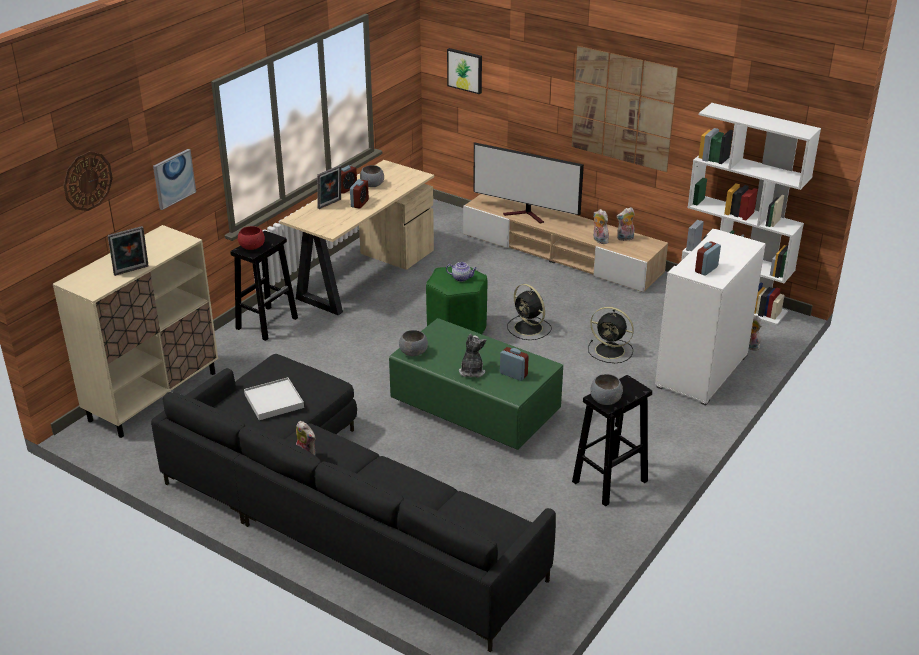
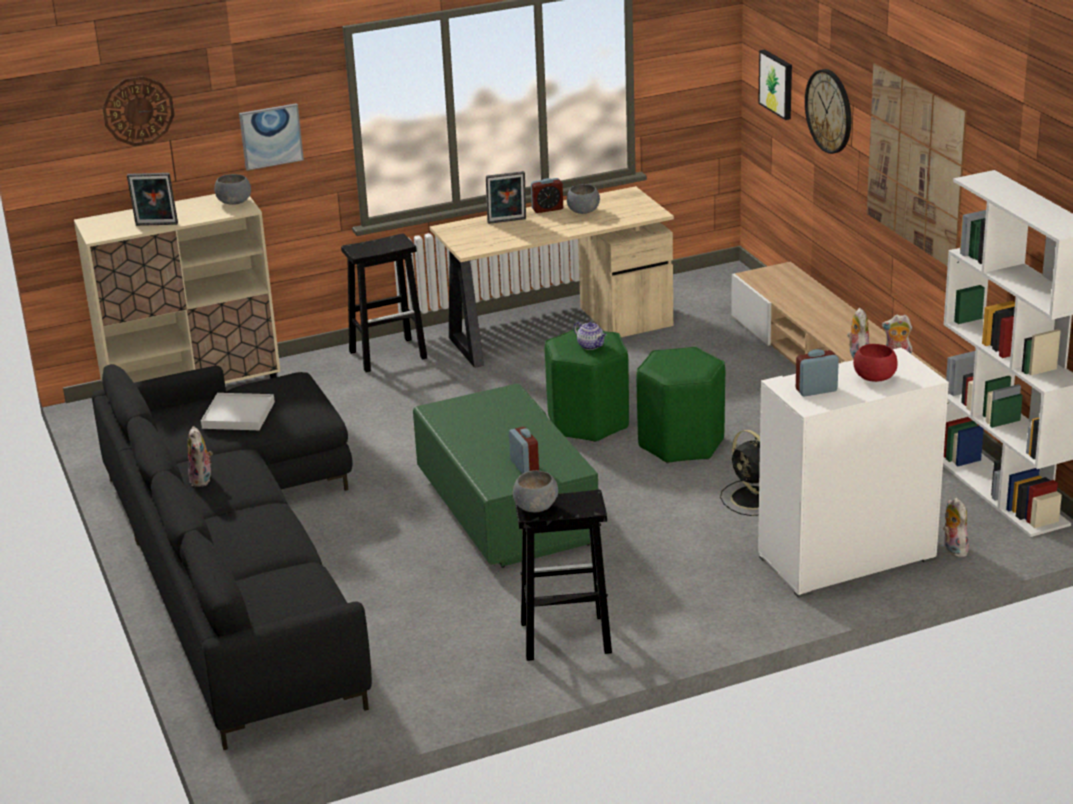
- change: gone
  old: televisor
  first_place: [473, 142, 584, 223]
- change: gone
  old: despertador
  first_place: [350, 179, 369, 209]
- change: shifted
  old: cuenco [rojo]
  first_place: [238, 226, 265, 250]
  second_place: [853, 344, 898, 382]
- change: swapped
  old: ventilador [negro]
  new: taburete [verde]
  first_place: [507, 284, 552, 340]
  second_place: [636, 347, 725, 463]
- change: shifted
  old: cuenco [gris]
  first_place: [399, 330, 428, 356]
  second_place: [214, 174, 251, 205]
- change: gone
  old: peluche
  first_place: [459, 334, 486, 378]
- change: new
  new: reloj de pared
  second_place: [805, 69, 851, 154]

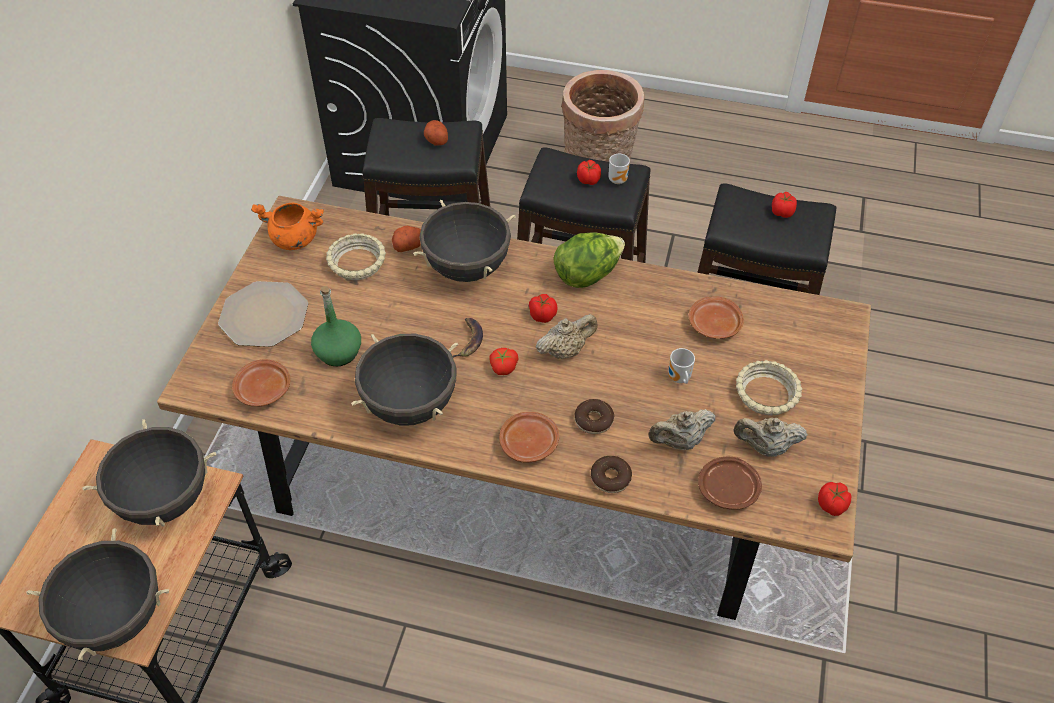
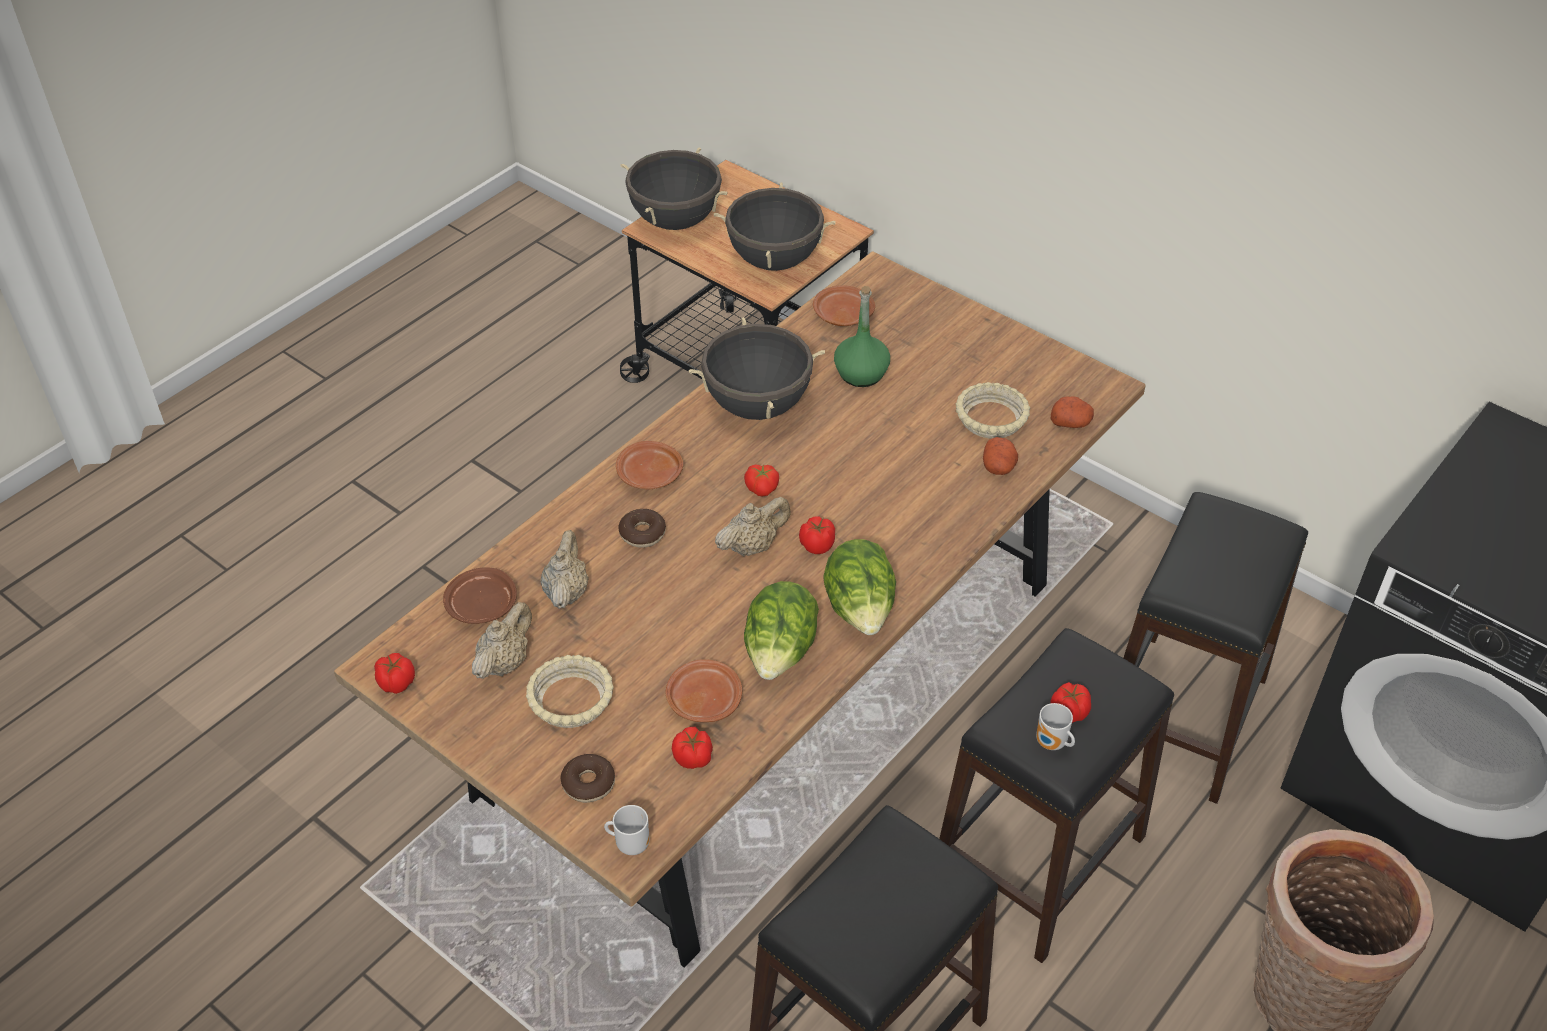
- change: shifted
  old: patata
  first_place: [424, 120, 448, 145]
  second_place: [1051, 396, 1094, 428]
- change: shifted
  old: tomate
  first_place: [772, 192, 797, 218]
  second_place: [672, 727, 713, 769]
- change: gone
  old: olla [negro]
  first_place: [413, 200, 516, 282]
- change: gone
  old: olla [naranja]
  first_place: [251, 203, 324, 250]
- change: gone
  old: plato
  first_place: [218, 281, 308, 347]
- change: rotated
  old: tetera [beis]
  first_place: [536, 314, 598, 359]
  second_place: [715, 497, 791, 557]
  degrees: -120
- change: gone
  old: plátano
  first_place: [452, 318, 483, 358]
- change: shifted
  old: taza grande
  first_place: [668, 348, 695, 384]
  second_place: [604, 805, 650, 855]
- change: shifted
  old: rosquilla
  first_place: [591, 456, 632, 493]
  second_place: [561, 754, 615, 803]
- change: new
  new: lechuga
  second_place: [744, 581, 819, 680]

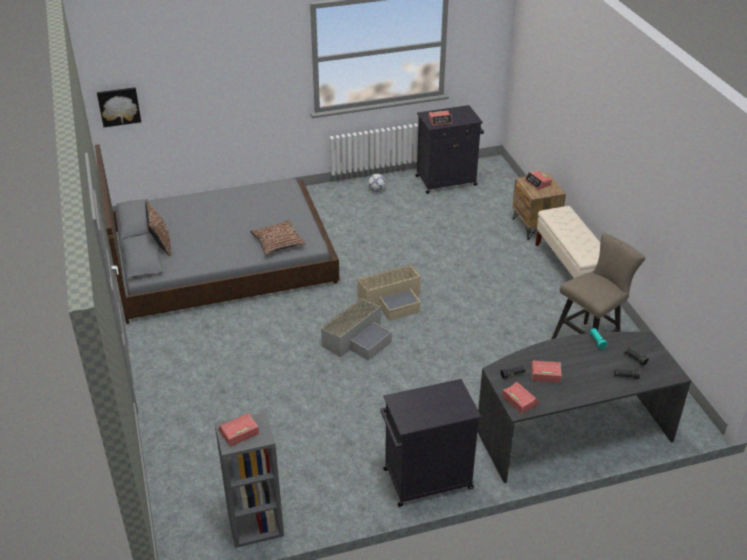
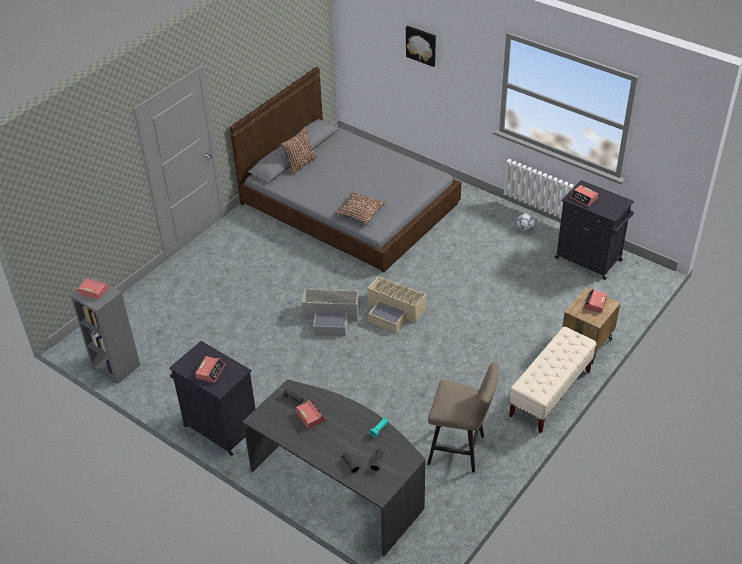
- change: shifted
  old: cuadro
  first_place: [97, 87, 141, 127]
  second_place: [406, 26, 436, 67]
- change: shifted
  old: despertador
  first_place: [502, 381, 540, 414]
  second_place: [195, 356, 225, 383]

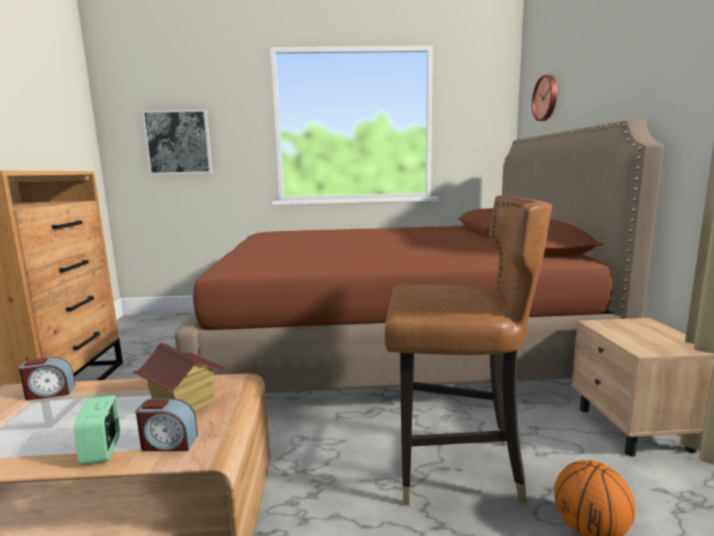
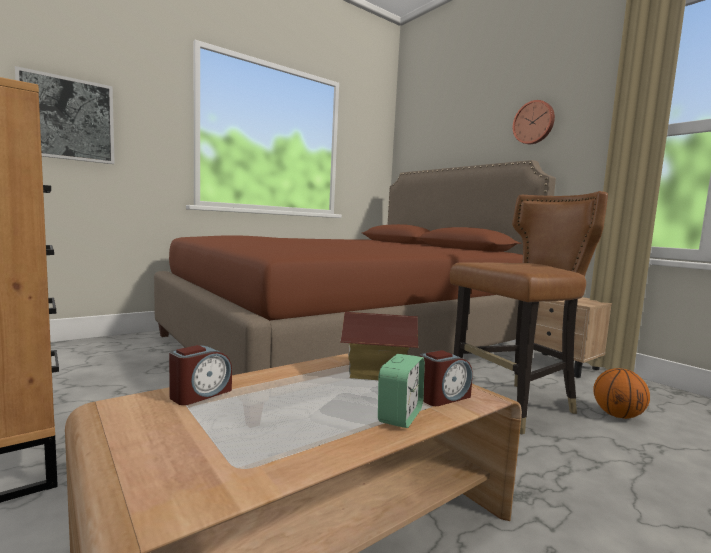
- change: shifted
  old: reloj de pared
  first_place: [532, 75, 557, 121]
  second_place: [513, 100, 555, 144]
- change: rotated
  old: despertador
  first_place: [74, 395, 120, 465]
  second_place: [378, 354, 425, 428]
  degrees: -105

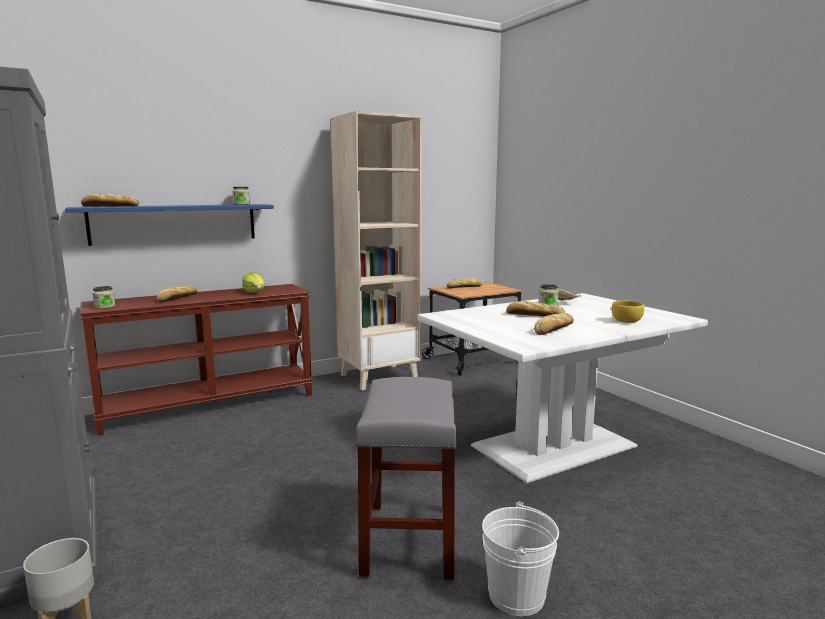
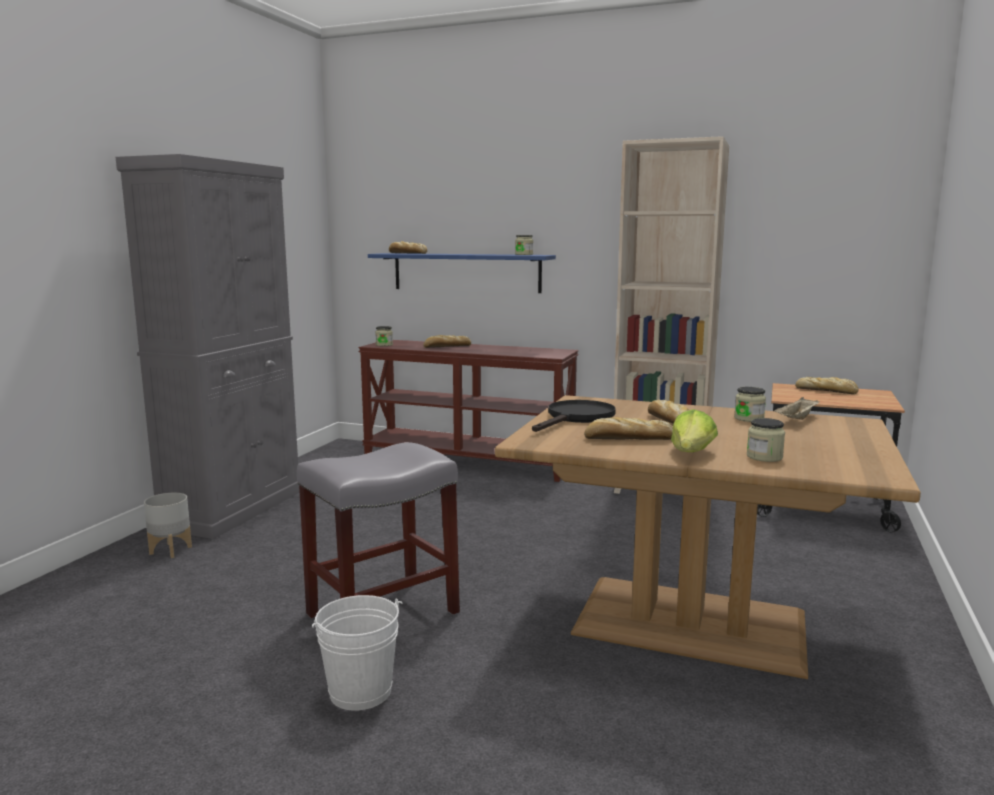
- change: shifted
  old: lechuga
  first_place: [242, 272, 265, 293]
  second_place: [671, 409, 718, 452]
- change: repainted
  old: mesa de comedor [blanco]
  new: mesa de comedor [marrón]
  first_place: [418, 293, 708, 483]
  second_place: [495, 395, 921, 679]
- change: swapped
  old: cuenco [amarillo]
  new: tarro
  first_place: [611, 300, 644, 323]
  second_place: [747, 418, 785, 462]
- change: new
  new: sartén [negro]
  second_place: [532, 400, 616, 432]

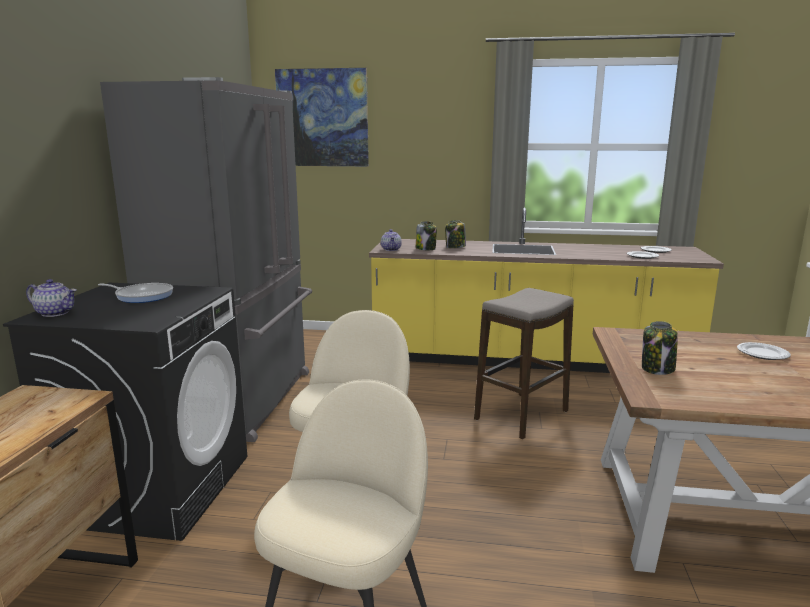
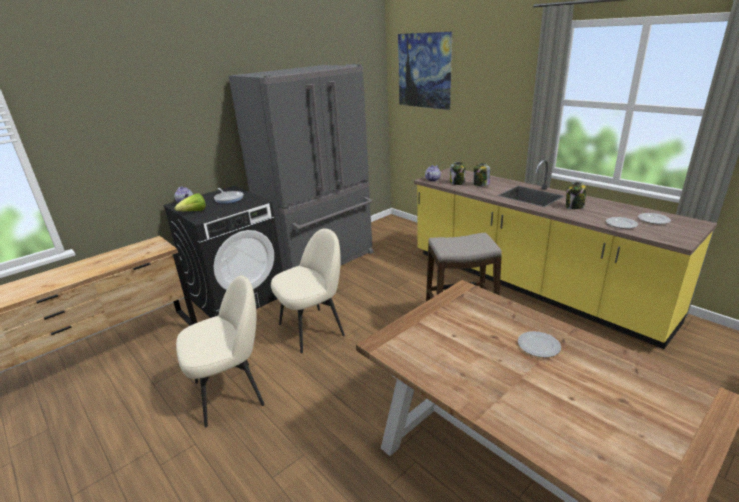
- change: shifted
  old: tarro
  first_place: [642, 321, 678, 375]
  second_place: [566, 182, 586, 209]
- change: new
  new: lechuga
  second_place: [174, 193, 206, 211]

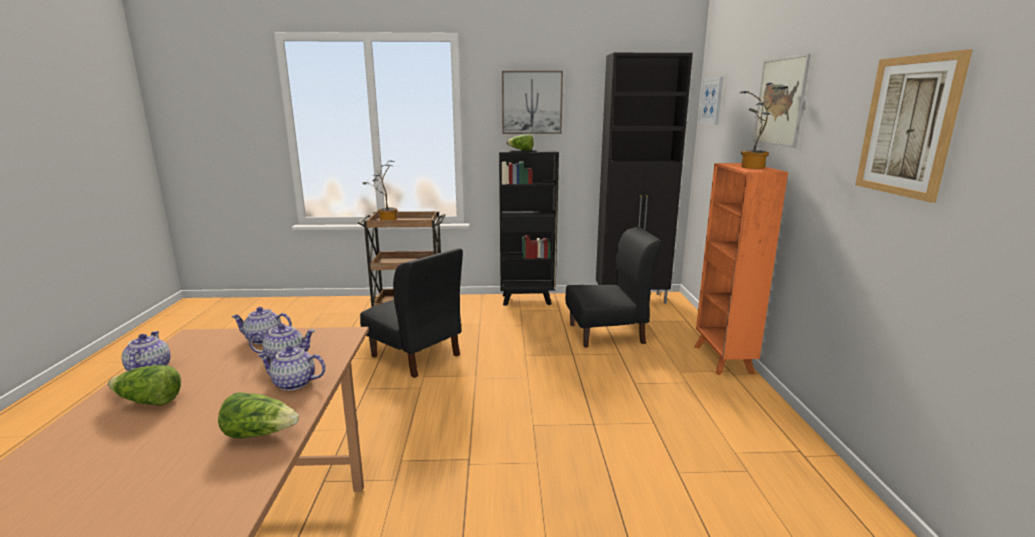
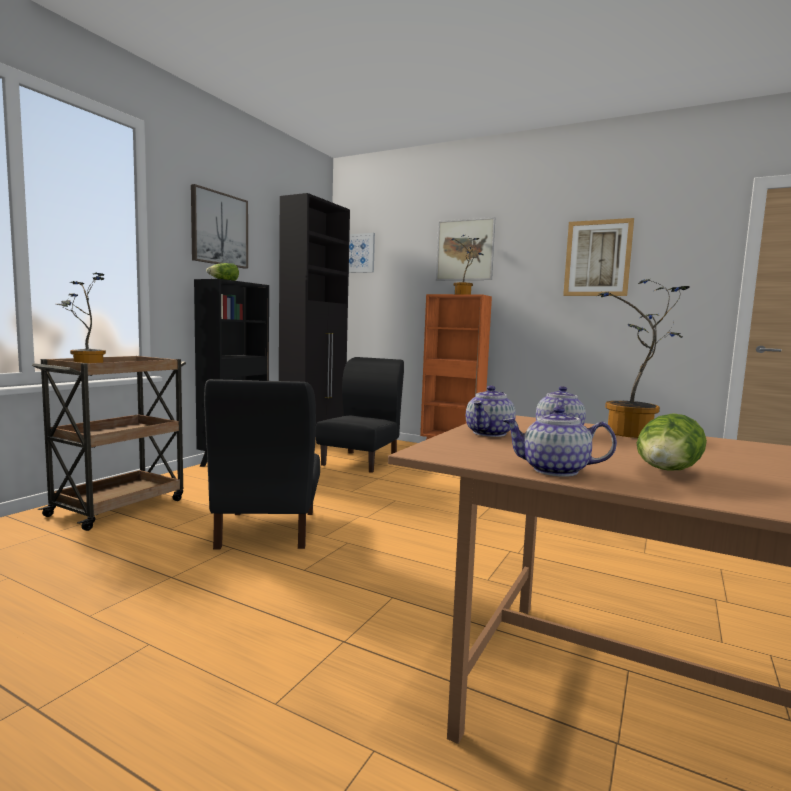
- change: rotated
  old: silla [negro]
  first_place: [360, 248, 463, 378]
  second_place: [204, 379, 320, 550]
  degrees: 105
- change: swapped
  old: tetera
  new: planta en maceta
  first_place: [258, 346, 326, 391]
  second_place: [596, 279, 690, 438]
- change: gone
  old: lechuga
  first_place: [218, 392, 299, 439]

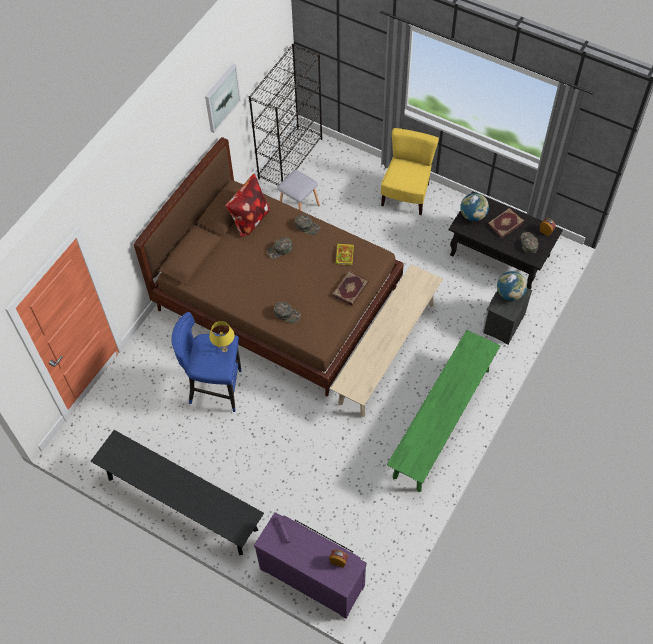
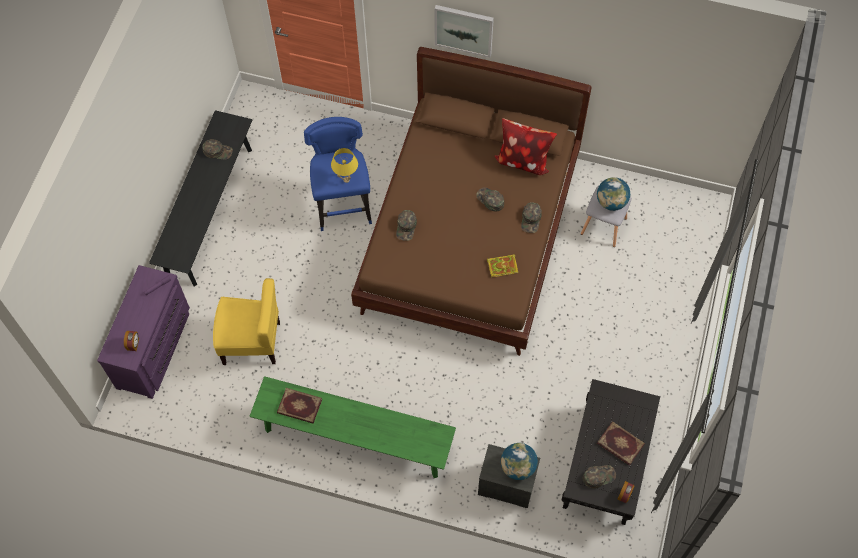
- change: gone
  old: estantería [negro]
  first_place: [249, 44, 322, 185]
- change: shifted
  old: cuadro
  first_place: [205, 64, 241, 133]
  second_place: [435, 5, 494, 58]
- change: shifted
  old: silla [amarillo]
  first_place: [381, 128, 439, 215]
  second_place: [213, 278, 280, 365]
- change: shifted
  old: globo terráqueo
  first_place: [460, 193, 489, 221]
  second_place: [597, 177, 630, 211]
- change: gone
  old: banco [beis]
  first_place: [330, 264, 443, 417]
- change: shifted
  old: libro
  first_place: [333, 271, 369, 305]
  second_place: [277, 388, 322, 423]
- change: new
  new: gorra [verde]
  second_place: [202, 139, 233, 160]

